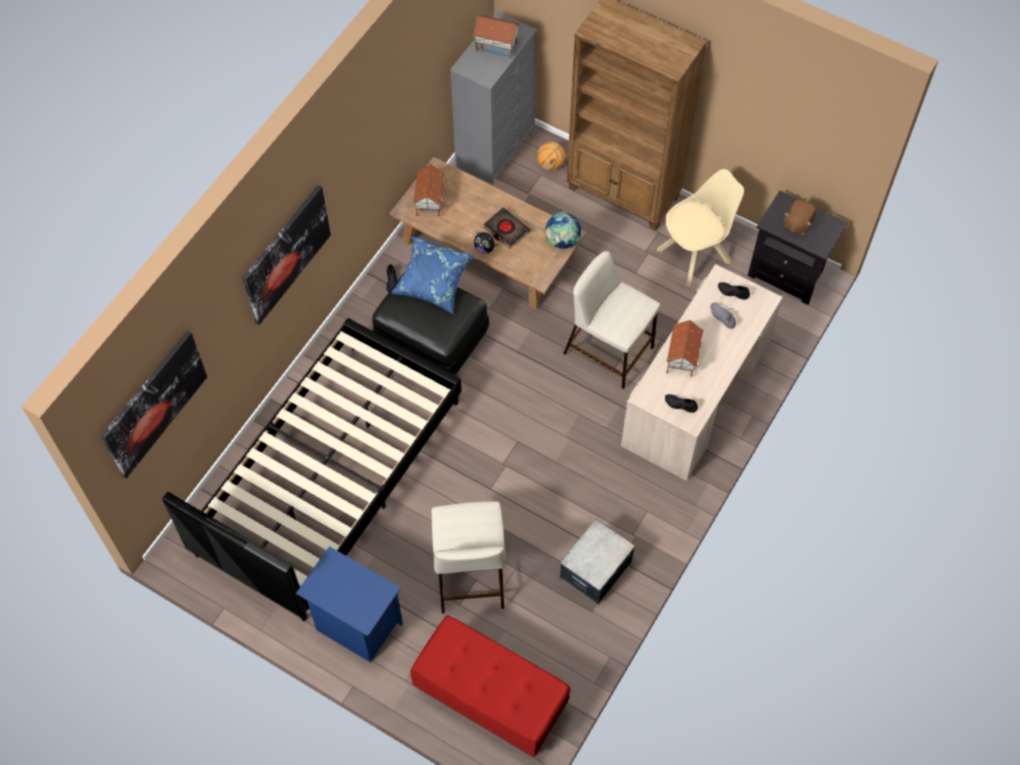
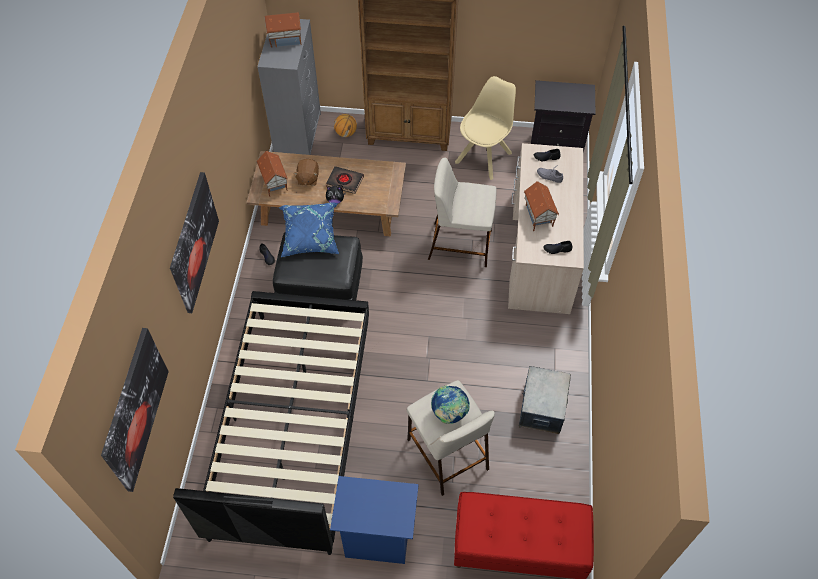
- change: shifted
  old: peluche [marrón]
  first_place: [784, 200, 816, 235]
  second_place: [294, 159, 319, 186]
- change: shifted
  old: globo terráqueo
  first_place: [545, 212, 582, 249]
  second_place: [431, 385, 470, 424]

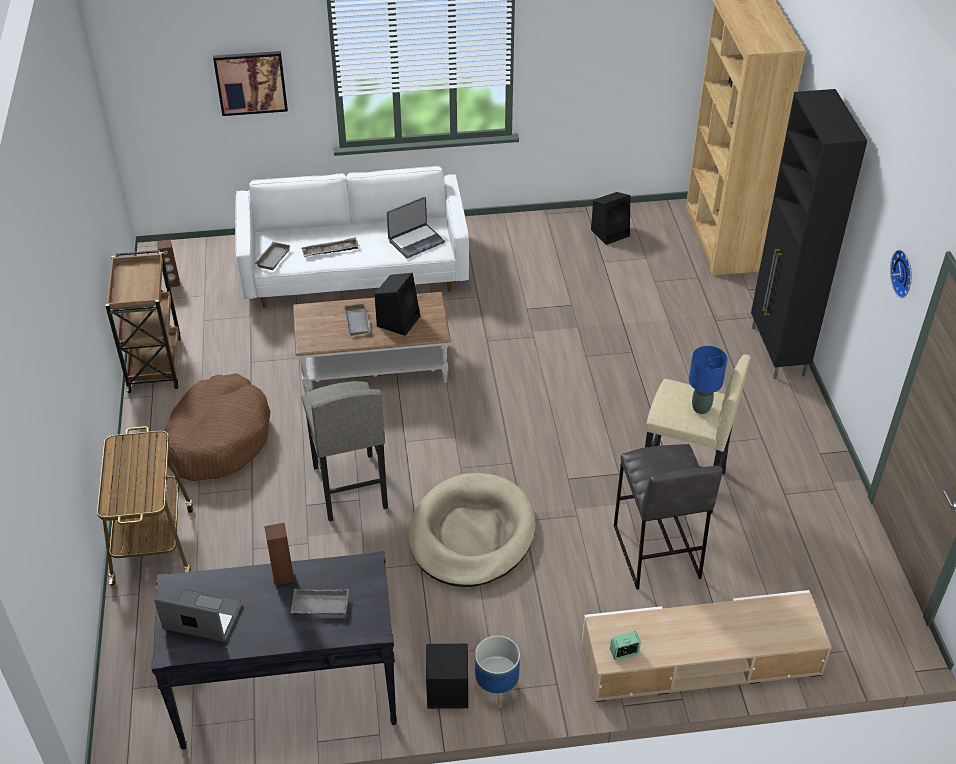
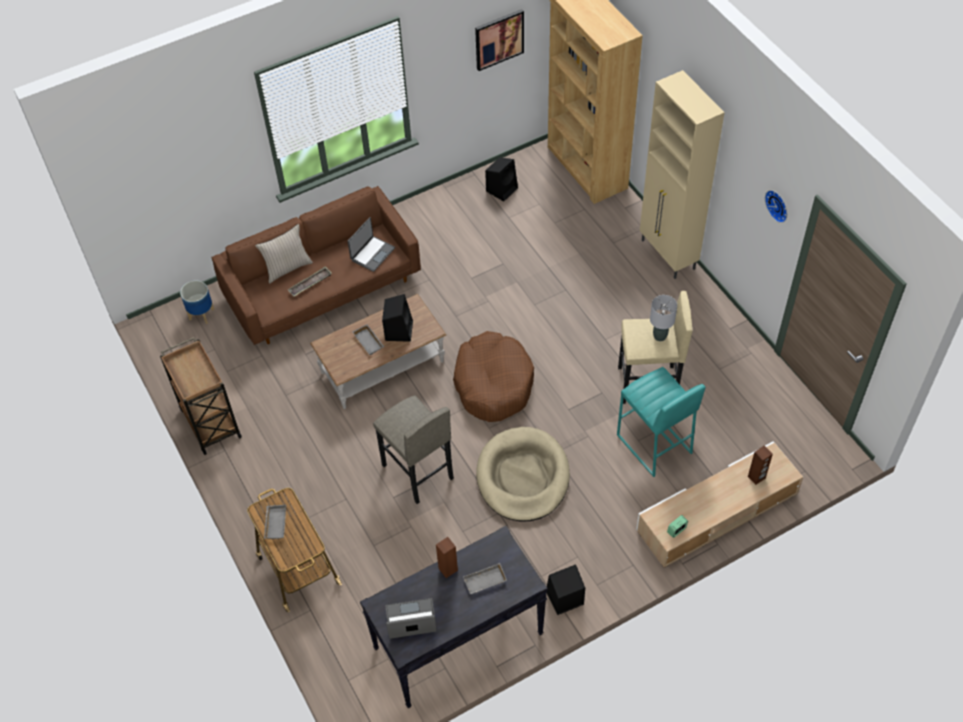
- change: shifted
  old: cuadro
  first_place: [213, 51, 288, 116]
  second_place: [475, 9, 524, 71]
- change: repainted
  old: armario [negro]
  new: armario [beis]
  first_place: [751, 89, 868, 379]
  second_place: [640, 70, 725, 279]
- change: repainted
  old: sofá [blanco]
  new: sofá [marrón]
  first_place: [235, 166, 469, 308]
  second_place: [212, 186, 421, 345]
- change: shifted
  old: altavoz [marrón]
  first_place: [157, 239, 180, 287]
  second_place: [748, 446, 773, 485]
- change: shifted
  old: bandeja [gris]
  first_place: [255, 242, 291, 270]
  second_place: [264, 505, 286, 539]
- change: repainted
  old: lámpara de mesa [azul]
  new: lámpara de mesa [gris]
  first_place: [689, 346, 727, 414]
  second_place: [650, 295, 677, 341]
- change: shifted
  old: cama para perro [marrón]
  first_place: [165, 373, 270, 481]
  second_place: [453, 331, 534, 422]
- change: repainted
  old: taburete [gris]
  new: taburete [turquesa]
  first_place: [614, 444, 723, 590]
  second_place: [617, 367, 706, 477]
- change: shifted
  old: maceta
  first_place: [475, 636, 520, 708]
  second_place: [180, 280, 214, 324]
- change: new
  new: cojín [beis]
  second_place: [255, 224, 313, 283]

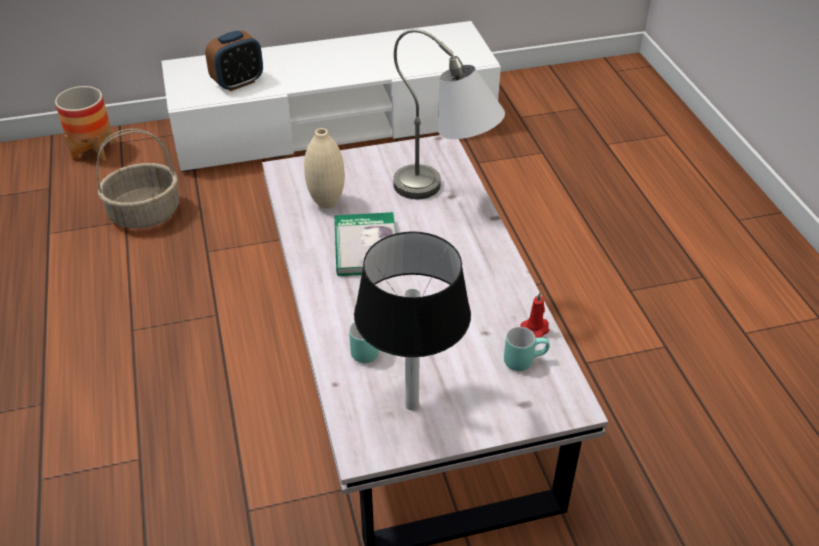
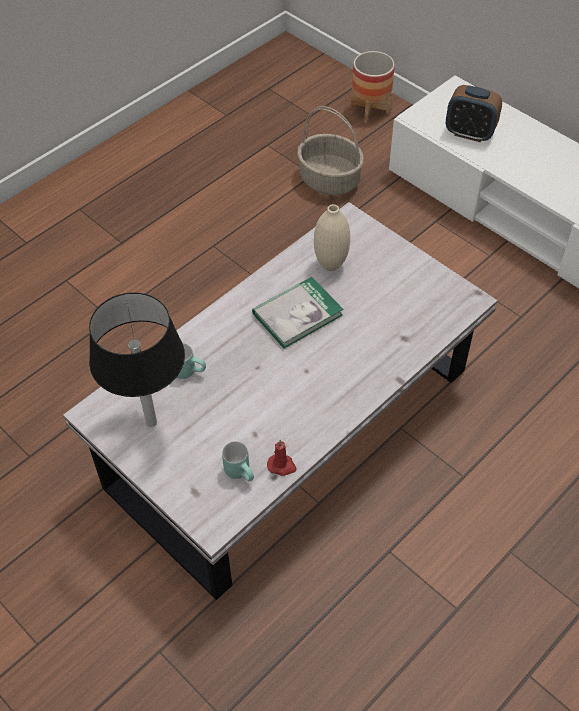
- change: gone
  old: lámpara de mesa [gris]
  first_place: [393, 29, 505, 199]

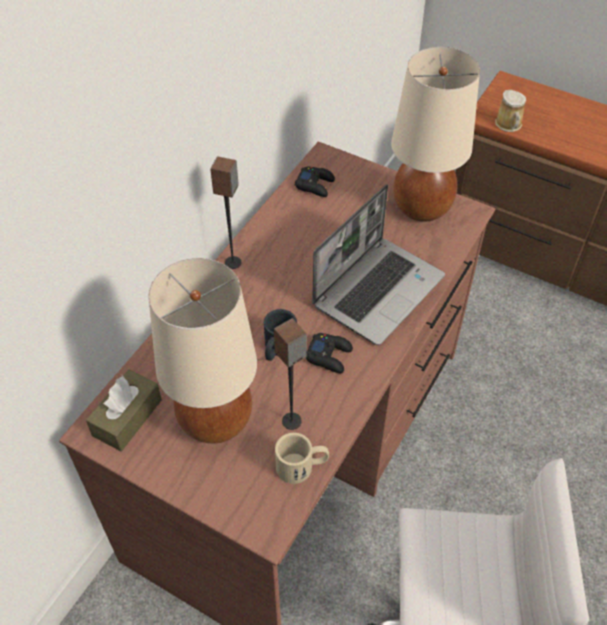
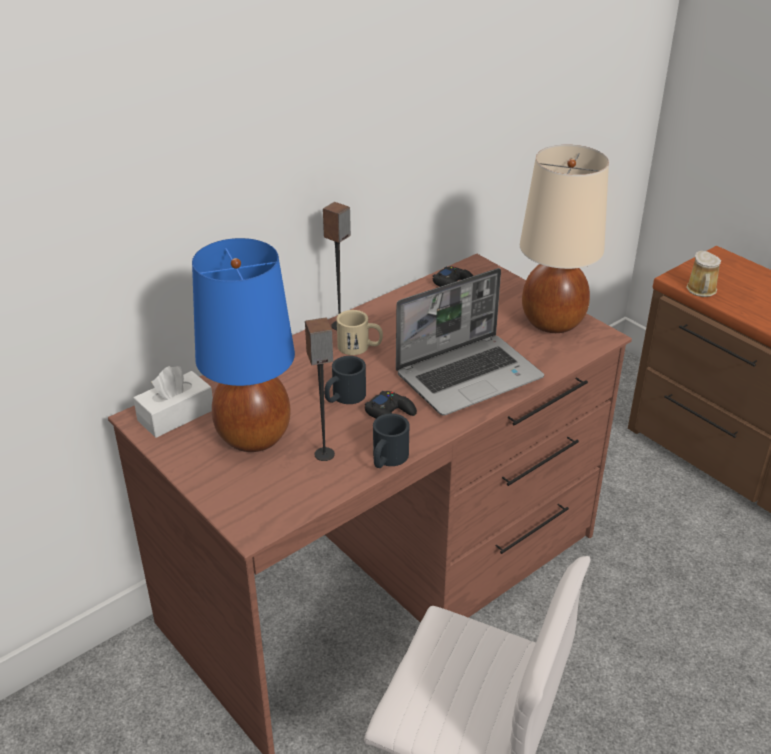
- change: repainted
  old: lámpara de mesa [beis]
  new: lámpara de mesa [azul]
  first_place: [148, 258, 257, 444]
  second_place: [192, 238, 295, 452]
- change: repainted
  old: caja de pañuelos [marrón]
  new: caja de pañuelos [blanco]
  first_place: [86, 370, 162, 451]
  second_place: [133, 366, 213, 438]
- change: shifted
  old: taza grande [beis]
  first_place: [275, 433, 329, 484]
  second_place: [336, 310, 383, 355]
- change: new
  new: taza grande [negro]
  second_place: [373, 413, 410, 468]

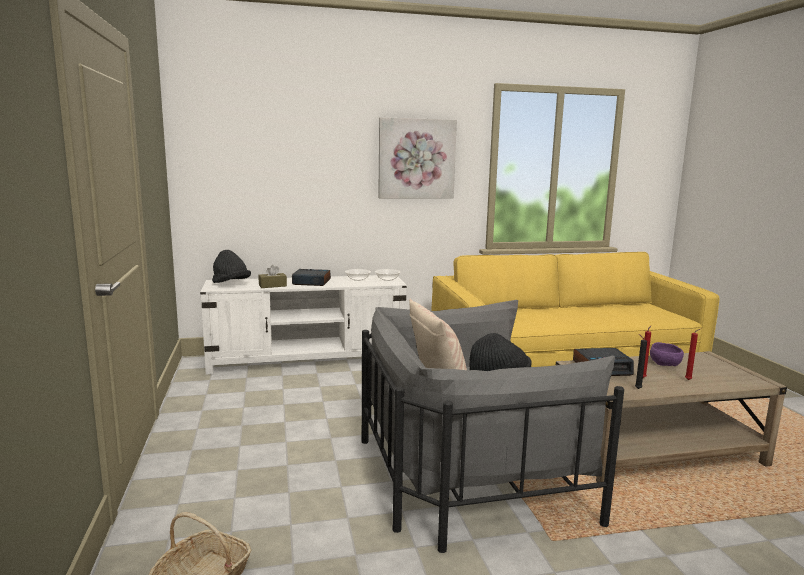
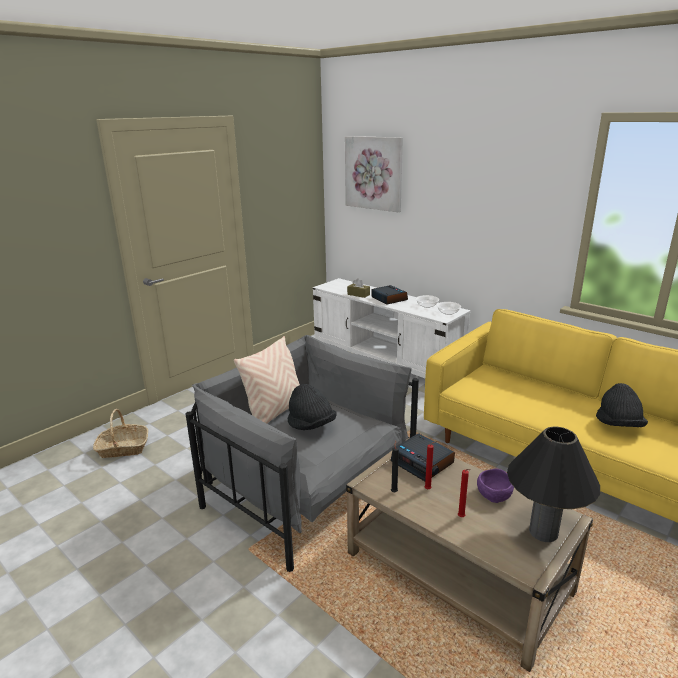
- change: shifted
  old: cuadro
  first_place: [378, 117, 457, 199]
  second_place: [345, 136, 403, 212]
- change: shifted
  old: sombrero [negro]
  first_place: [212, 250, 251, 283]
  second_place: [596, 383, 648, 427]
- change: new
  new: lámpara de mesa [negro]
  second_place: [507, 427, 600, 542]

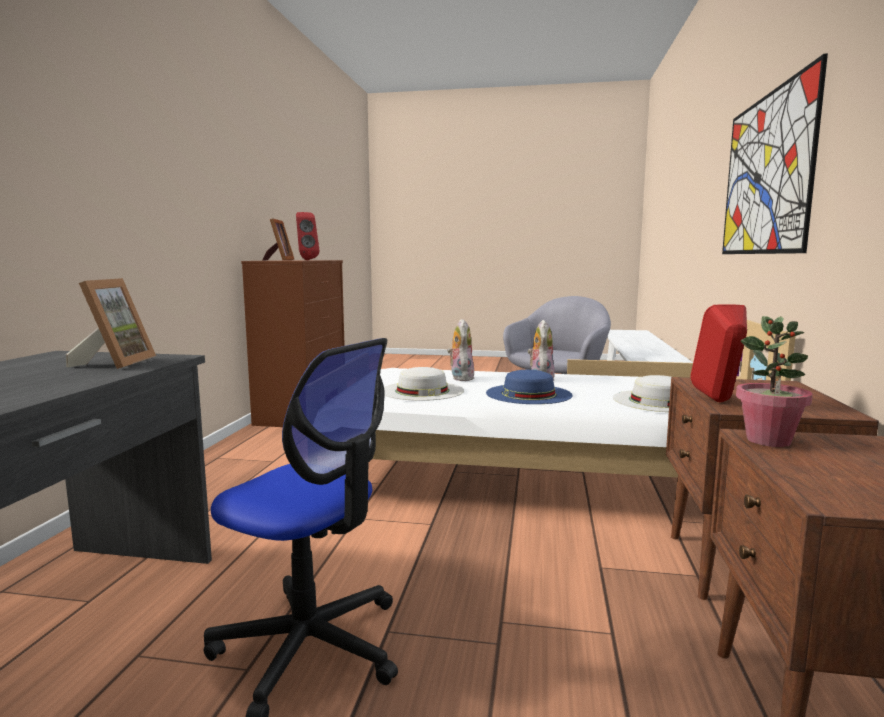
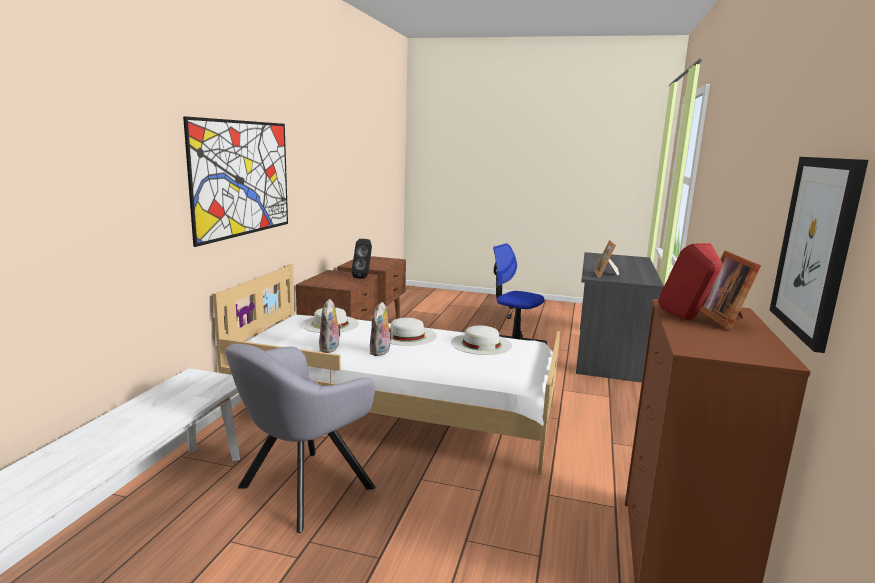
- change: repainted
  old: altavoz [rojo]
  new: altavoz [negro]
  first_place: [691, 304, 747, 402]
  second_place: [351, 239, 372, 279]
- change: gone
  old: planta en maceta
  first_place: [736, 316, 813, 447]
- change: shifted
  old: peluche
  first_place: [448, 319, 474, 381]
  second_place: [319, 299, 342, 353]
- change: repainted
  old: sombrero [azul]
  new: sombrero [blanco]
  first_place: [486, 370, 573, 404]
  second_place: [389, 318, 437, 346]
- change: new
  new: cuadro
  second_place: [770, 157, 868, 353]

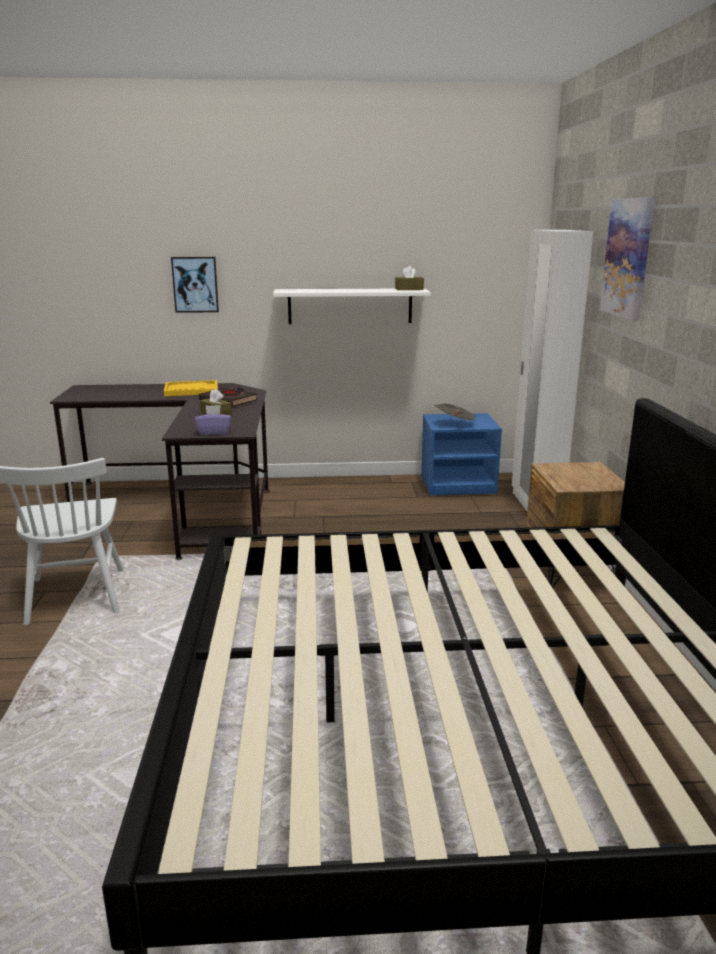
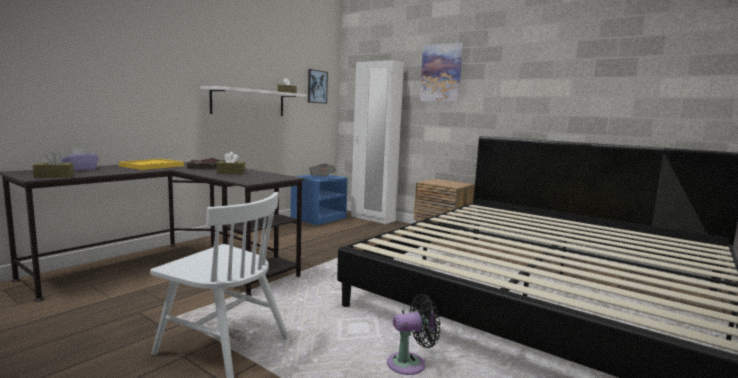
- change: shifted
  old: cuadro
  first_place: [171, 257, 219, 313]
  second_place: [308, 69, 328, 104]
- change: shifted
  old: caja de pañuelos [morado]
  first_place: [195, 405, 231, 435]
  second_place: [62, 148, 99, 171]
- change: new
  new: caja de pañuelos [marrón]
  second_place: [33, 151, 74, 178]
- change: new
  new: ventilador [negro]
  second_place: [387, 294, 441, 375]

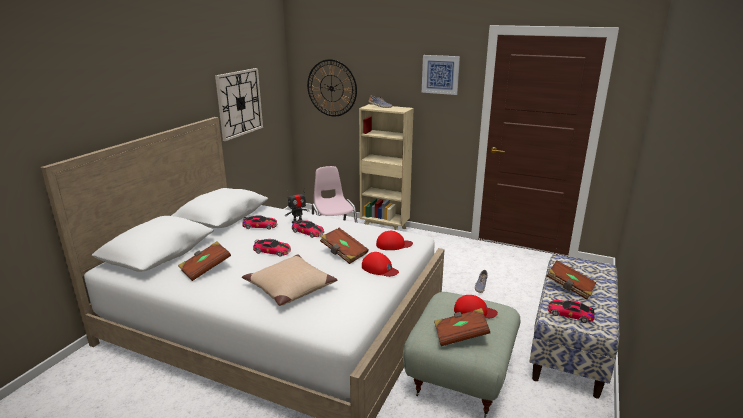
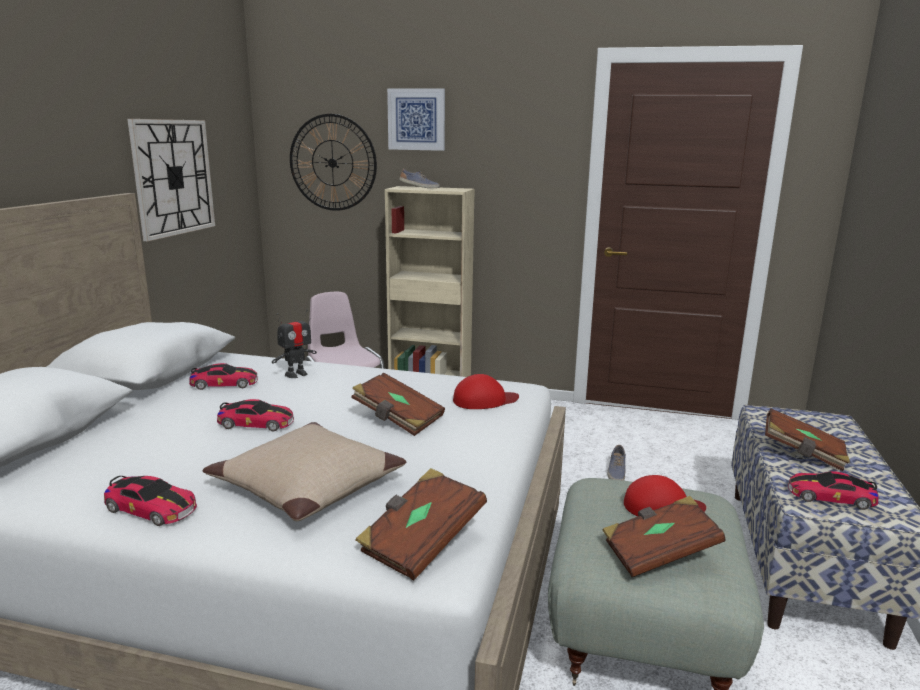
- change: shifted
  old: cuadro
  first_place: [422, 55, 460, 95]
  second_place: [387, 88, 445, 151]
- change: shifted
  old: coche de juguete
  first_place: [292, 220, 324, 238]
  second_place: [104, 476, 197, 526]
- change: shifted
  old: libro [marrón]
  first_place: [178, 241, 231, 281]
  second_place: [355, 468, 487, 580]
- change: gone
  old: gorra [rojo]
  first_place: [362, 252, 399, 277]

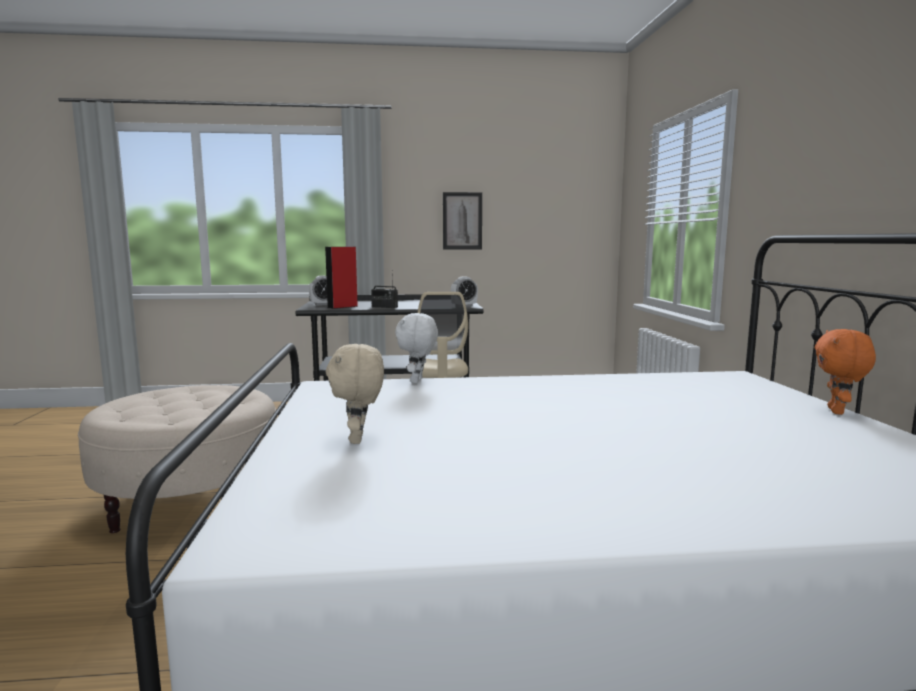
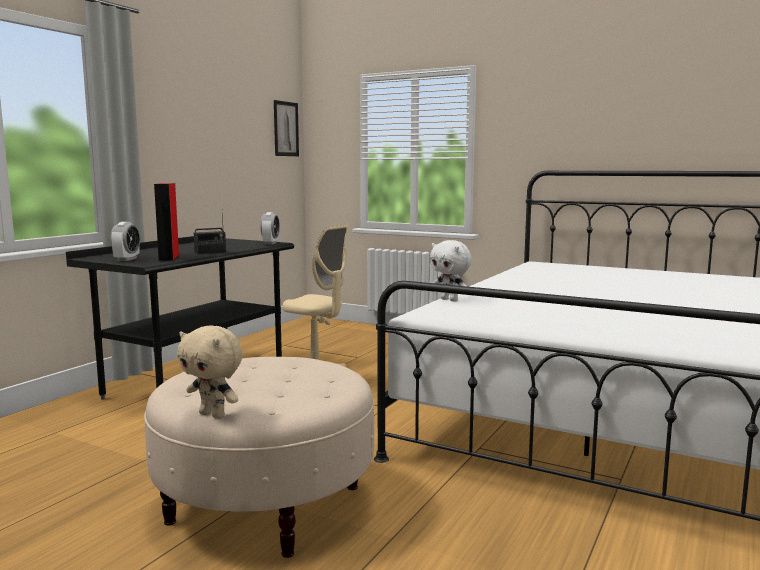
- change: shifted
  old: cuadro
  first_place: [443, 192, 482, 250]
  second_place: [274, 100, 299, 156]
- change: gone
  old: peluche [naranja]
  first_place: [814, 329, 876, 415]
- change: shifted
  old: peluche [beis]
  first_place: [326, 344, 384, 444]
  second_place: [177, 326, 243, 419]

